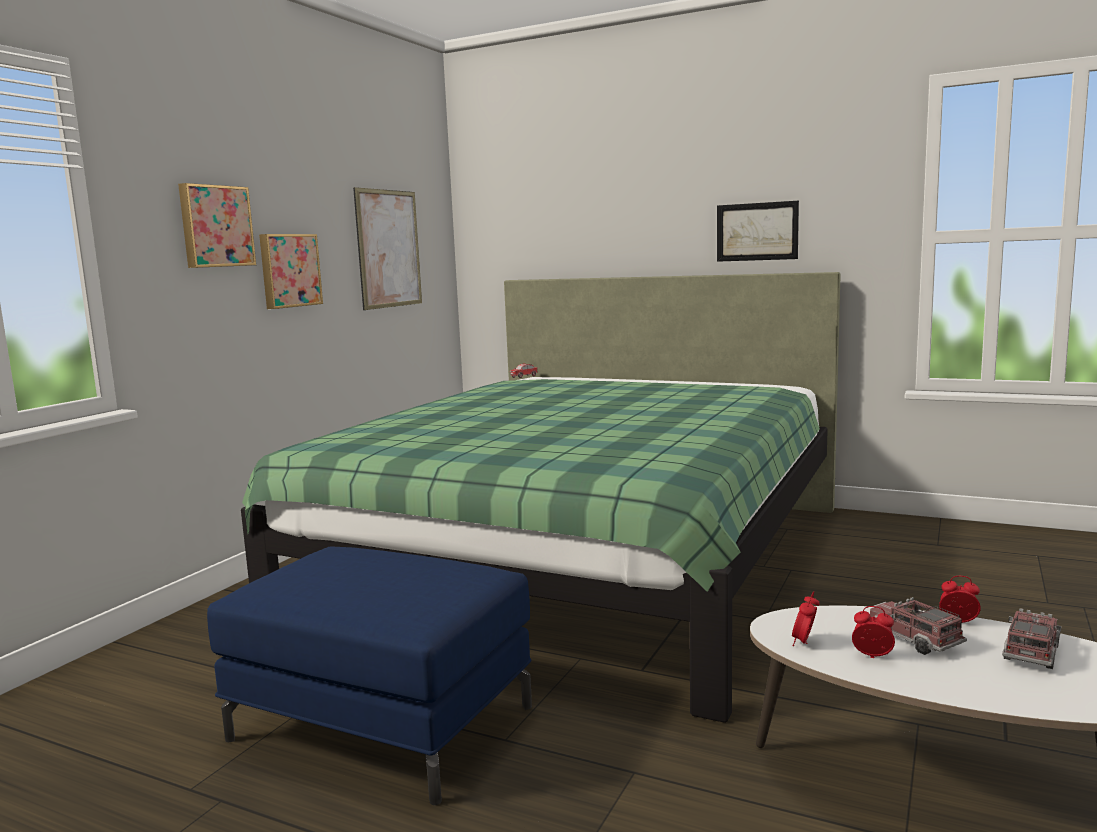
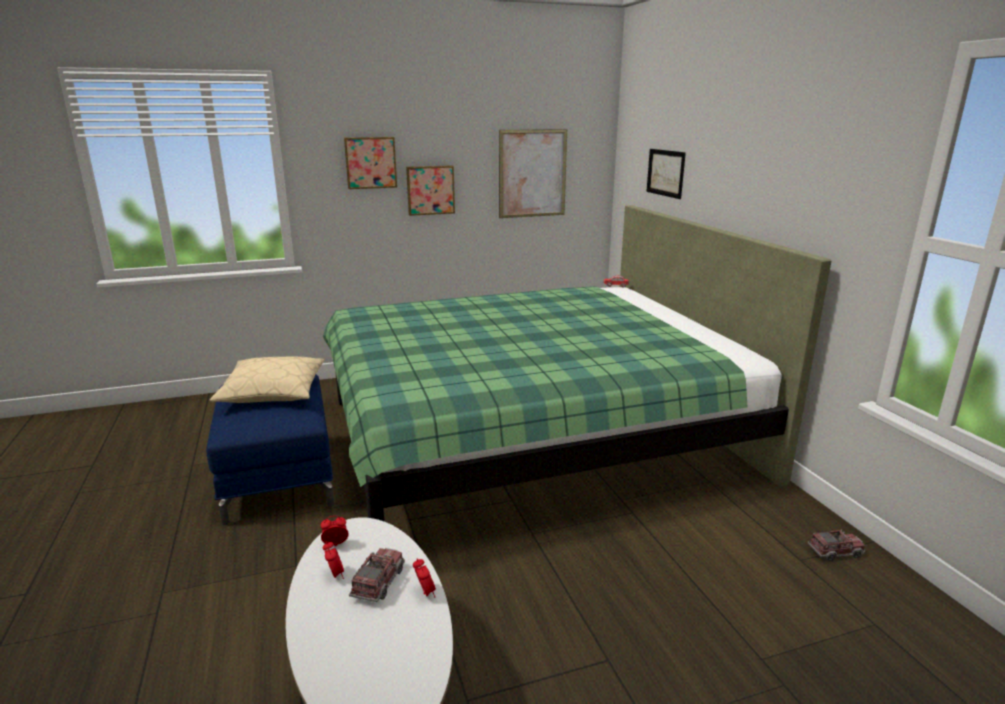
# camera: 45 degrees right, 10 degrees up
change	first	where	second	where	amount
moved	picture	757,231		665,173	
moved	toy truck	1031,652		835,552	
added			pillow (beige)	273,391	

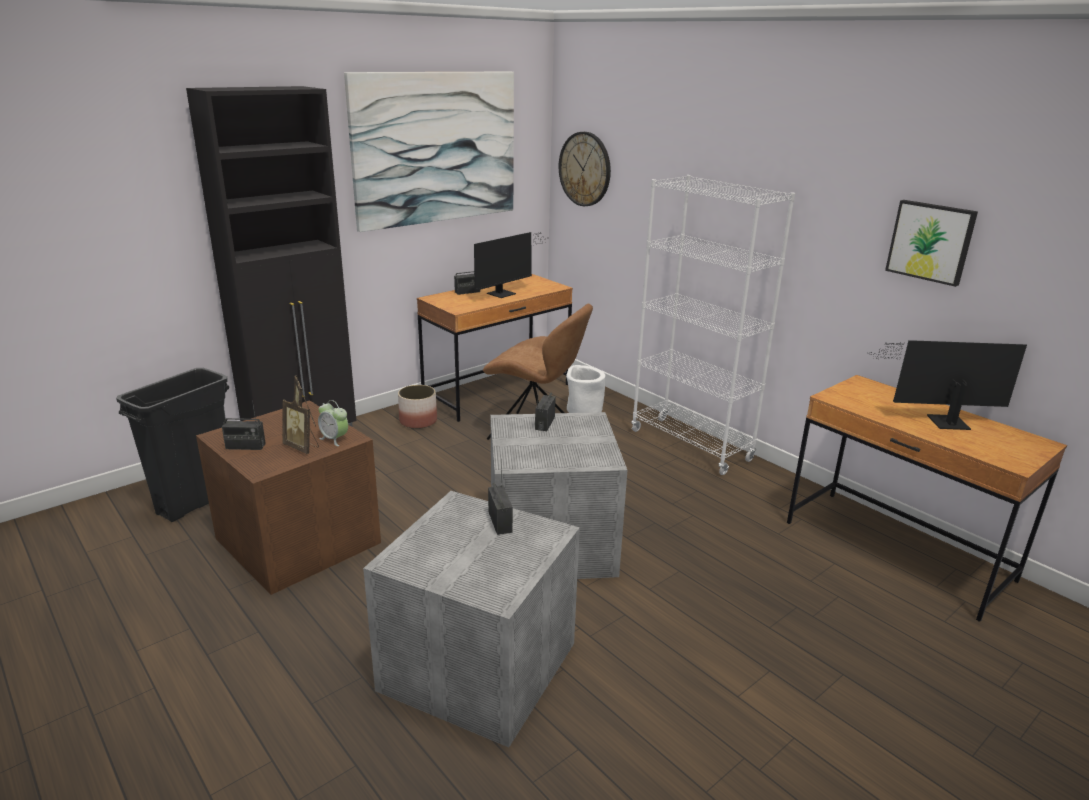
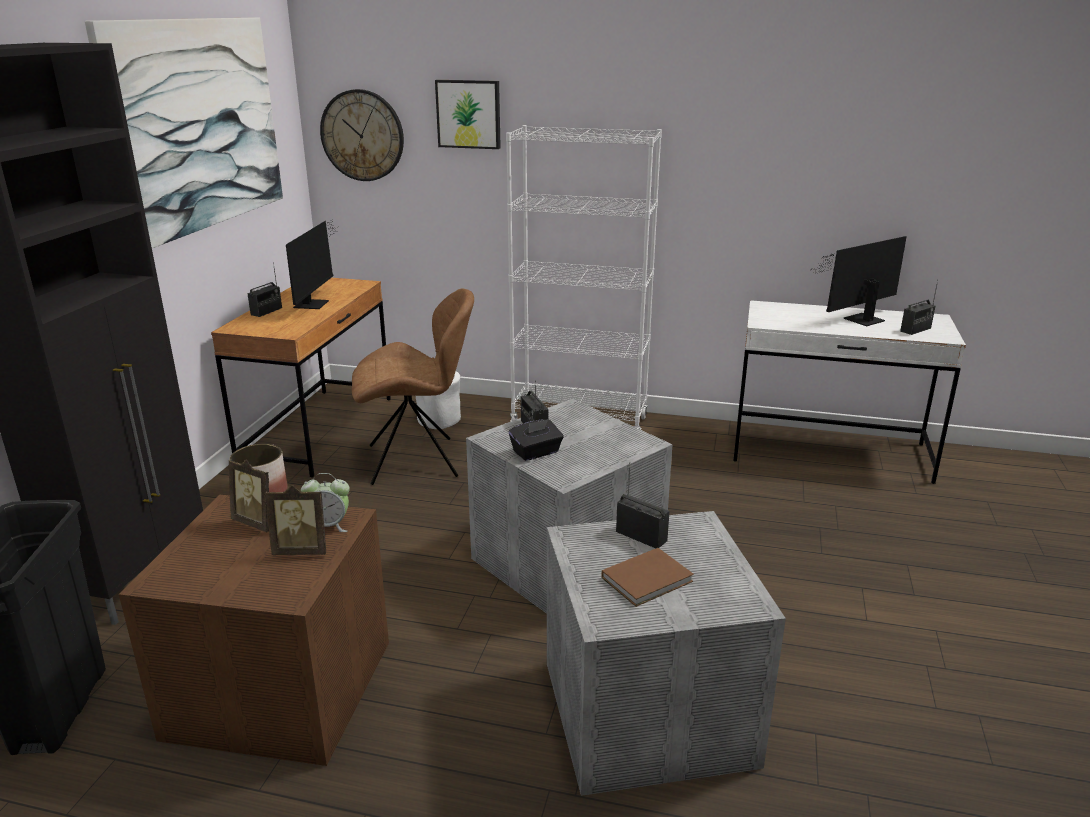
# camera: 35 degrees left, 0 degrees up
change	first	where	second	where	amount
moved	radio	245,446		915,330	
recoloured	desk (brown)	896,551	desk (white)	830,453	
moved	picture	931,241		469,114	
added			tissue box (black)	536,452	
added			book (brown)	649,579	

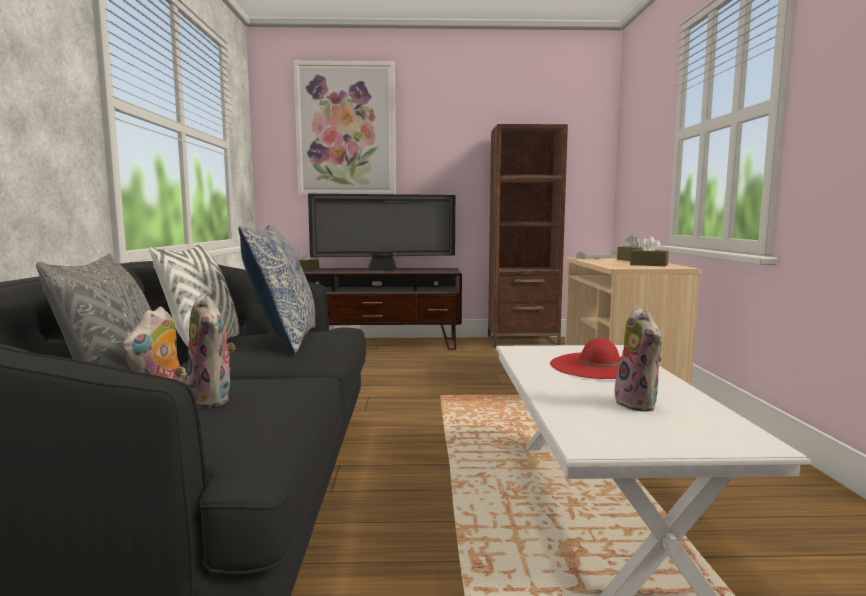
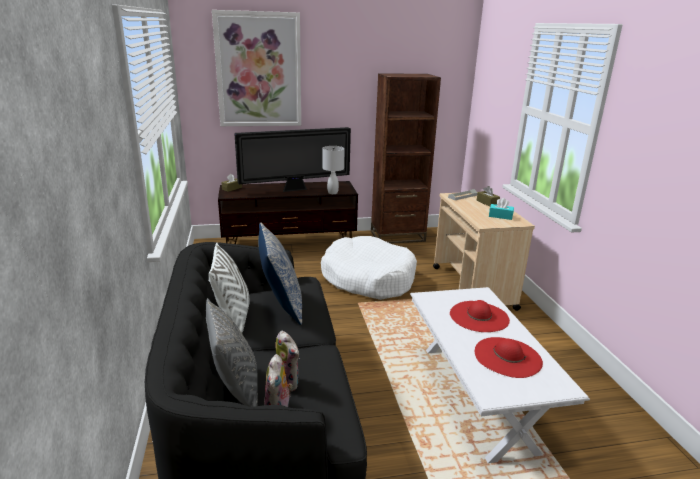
# camera: 10 degrees left, 15 degrees up
change	first	where	second	where	amount
replaced	plush toy	639,404	hat (red)	507,357	
recoloured	tissue box (brown)	649,265	tissue box (turquoise)	500,216	
added			dog bed (white)	368,278	
added			table lamp (white)	332,192	

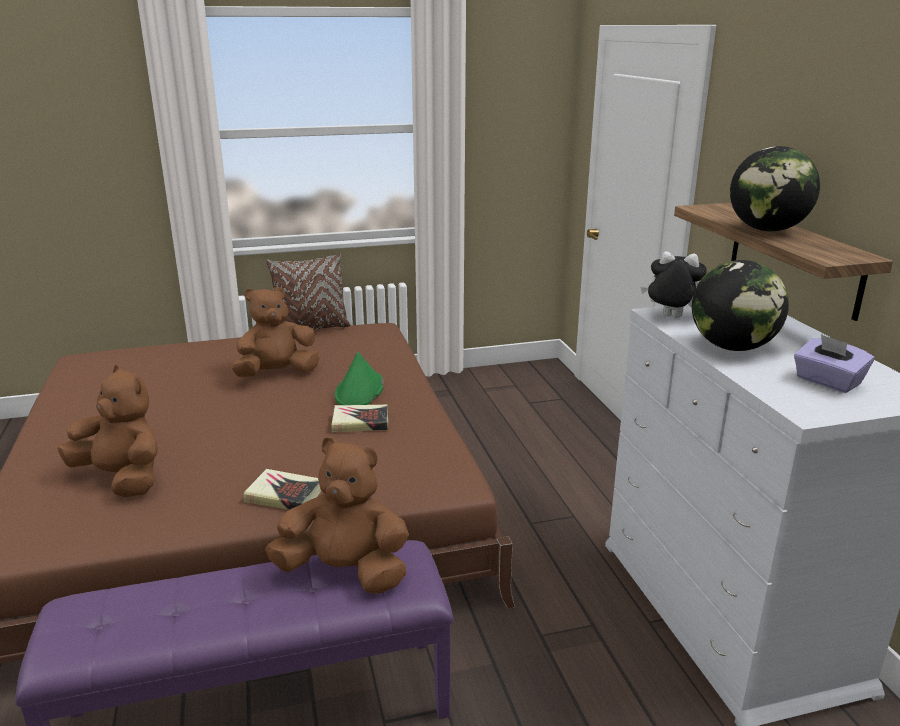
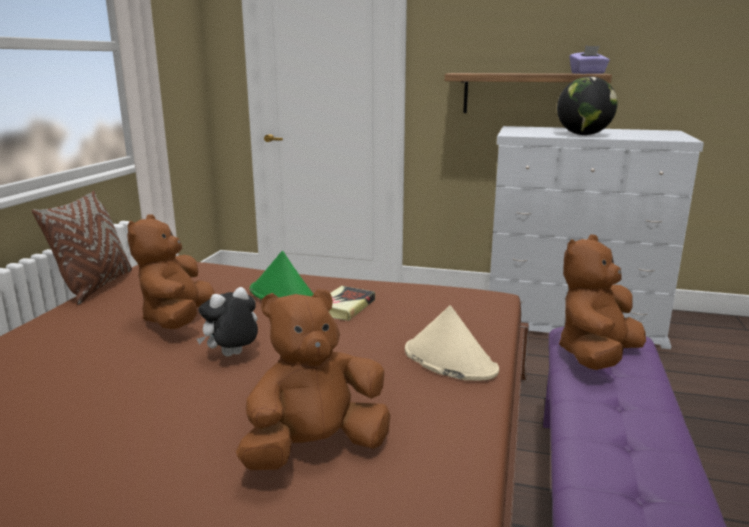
# camera: 60 degrees left, 5 degrees down
change	first	where	second	where	amount
replaced	book	284,495	hat (beige)	449,360	
moved	plush toy	669,317		232,356	
removed	globe	767,230			
moved	tissue box (purple)	827,382		588,73	

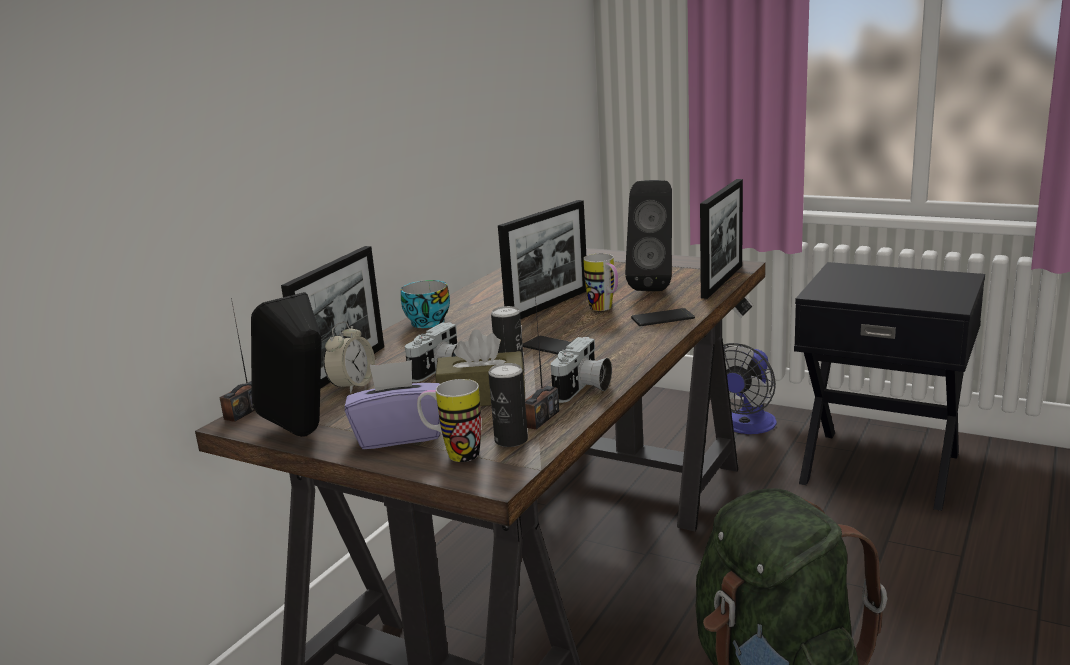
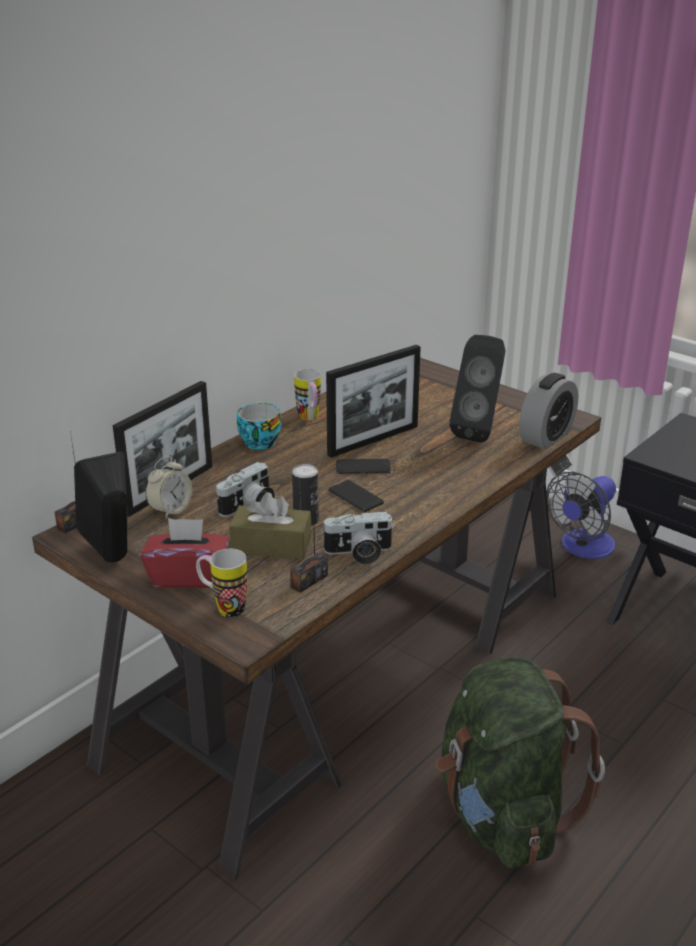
# camera: 10 degrees right, 10 degrees up
change	first	where	second	where	amount
recoloured	tissue box (purple)	399,435	tissue box (red)	188,576	
removed	can	511,440			
turned	photo camera	583,389		359,554	45 degrees clockwise
moved	mug	605,309		310,419	
moved	phone	662,318		363,467	
replaced	picture frame	722,281	alarm clock	546,437	

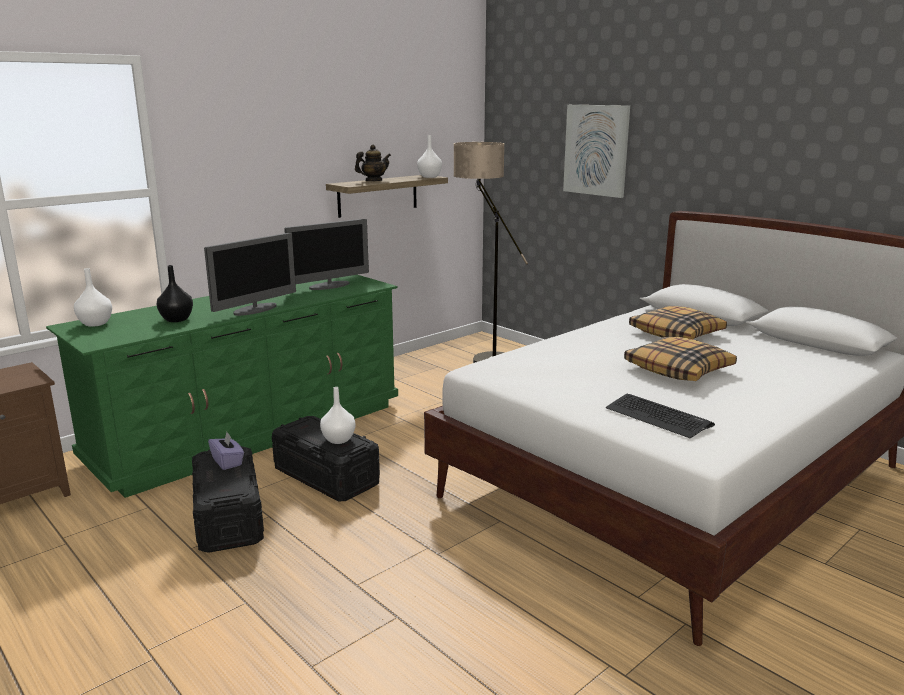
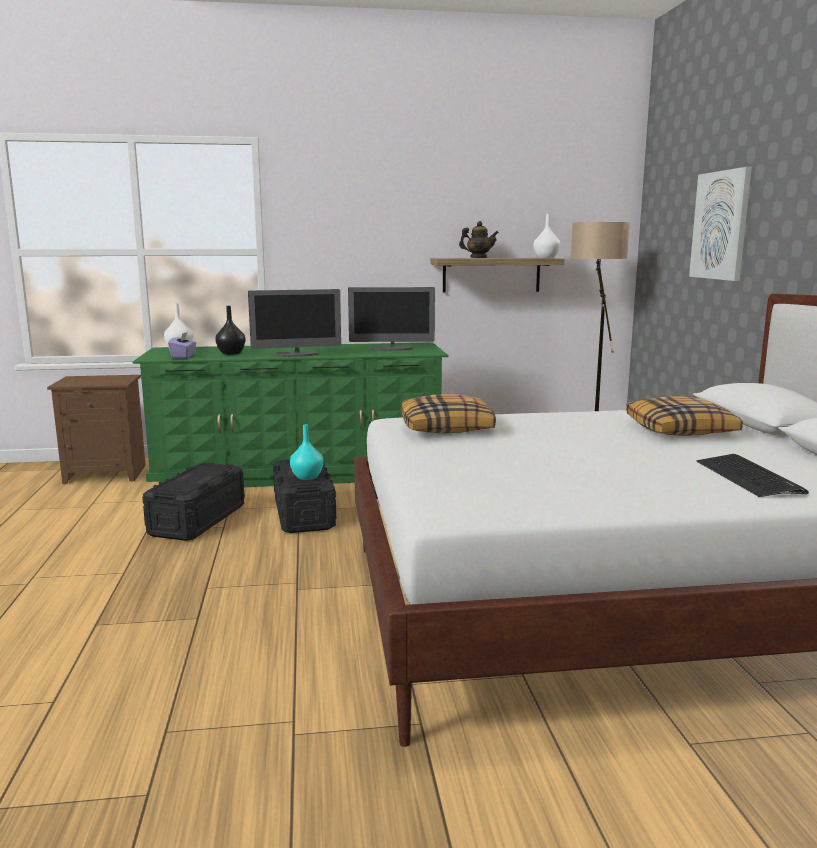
# camera: 35 degrees right, 5 degrees down
change	first	where	second	where	amount
moved	tissue box (purple)	227,462		183,356	
recoloured	vase (white)	339,440	vase (turquoise)	307,477	
moved	keyboard	658,417		748,477	
moved	pillow	679,369		447,427	

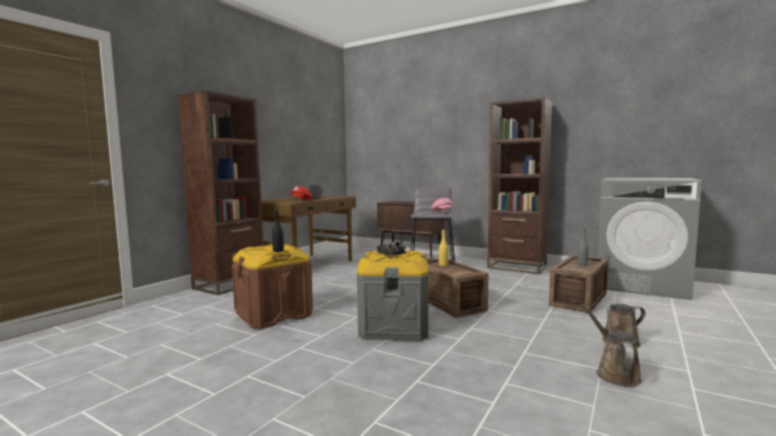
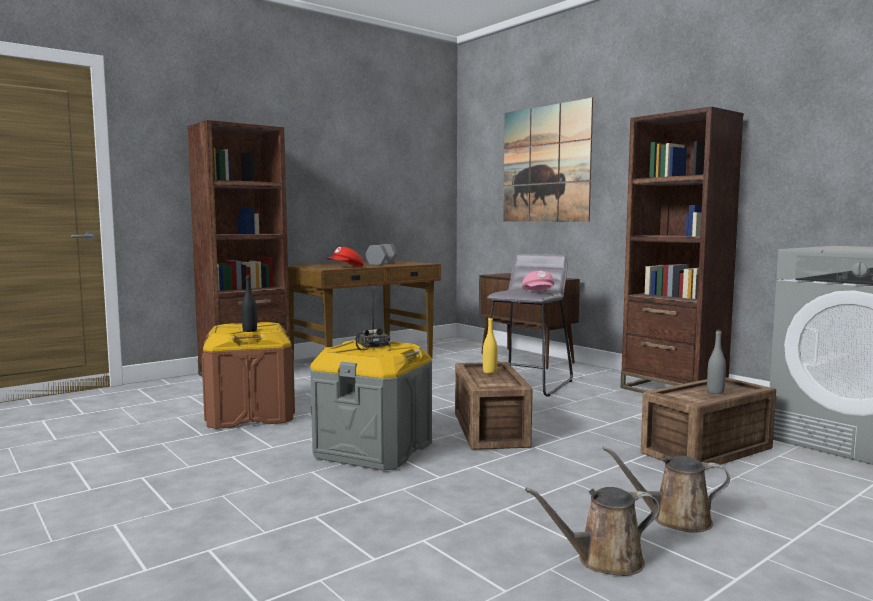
# camera: 20 degrees right, 0 degrees up
change	first	where	second	where	amount
turned	watering can (brown)	617,374		604,561	135 degrees counterclockwise
added			picture	545,164	

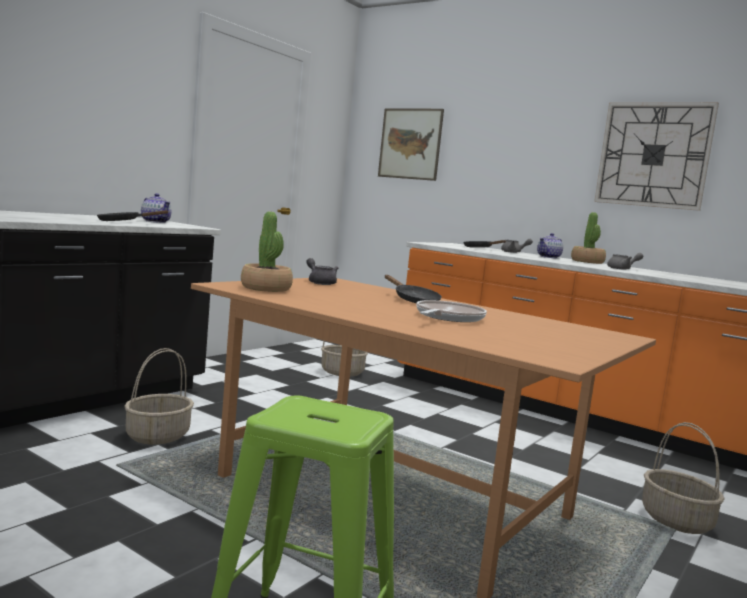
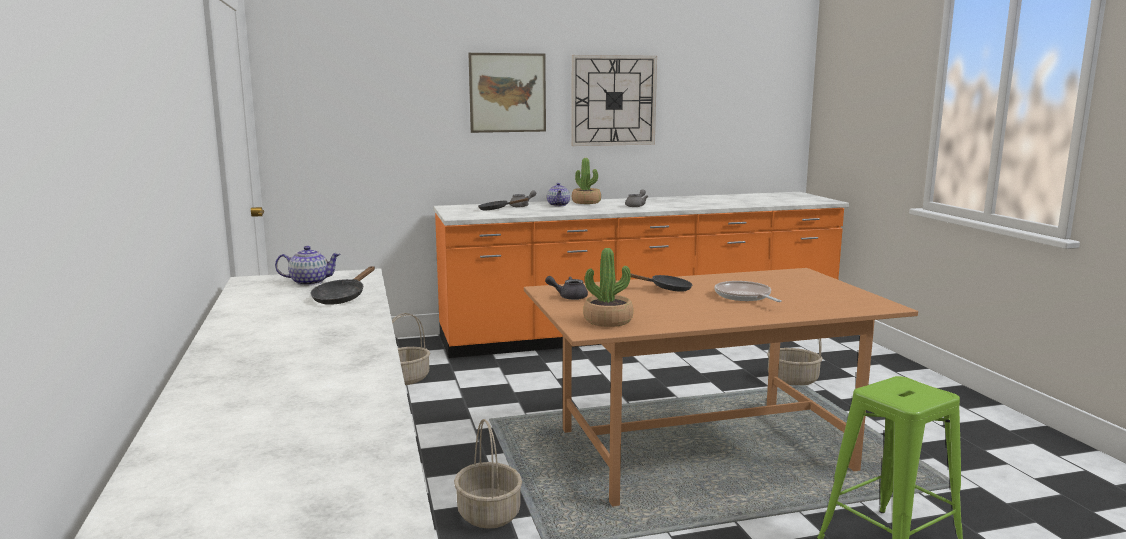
# camera: 50 degrees left, 5 degrees up
change	first	where	second	where	amount
moved	picture	410,144		507,93	

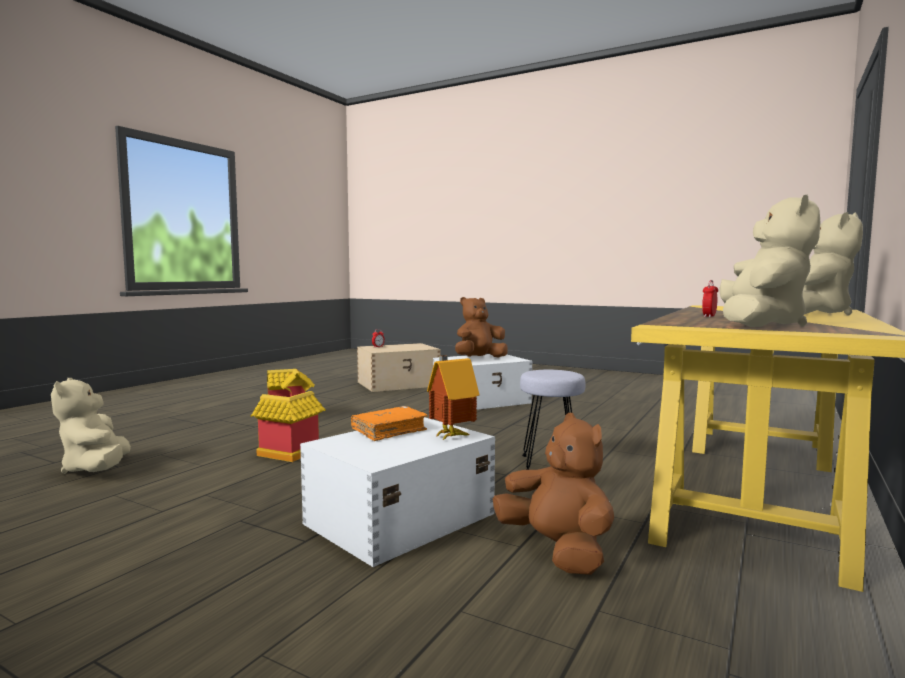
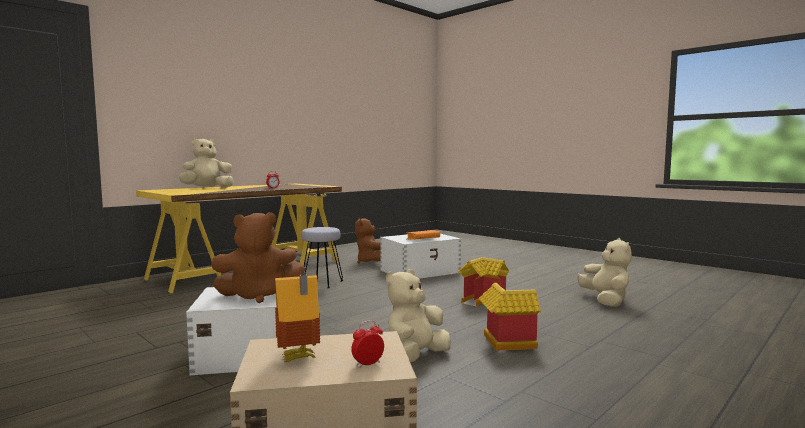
# camera: 165 degrees left, 0 degrees up
change	first	where	second	where	amount
moved	toy house	451,436		299,359	
moved	plush toy (beige)	760,325		415,358	

